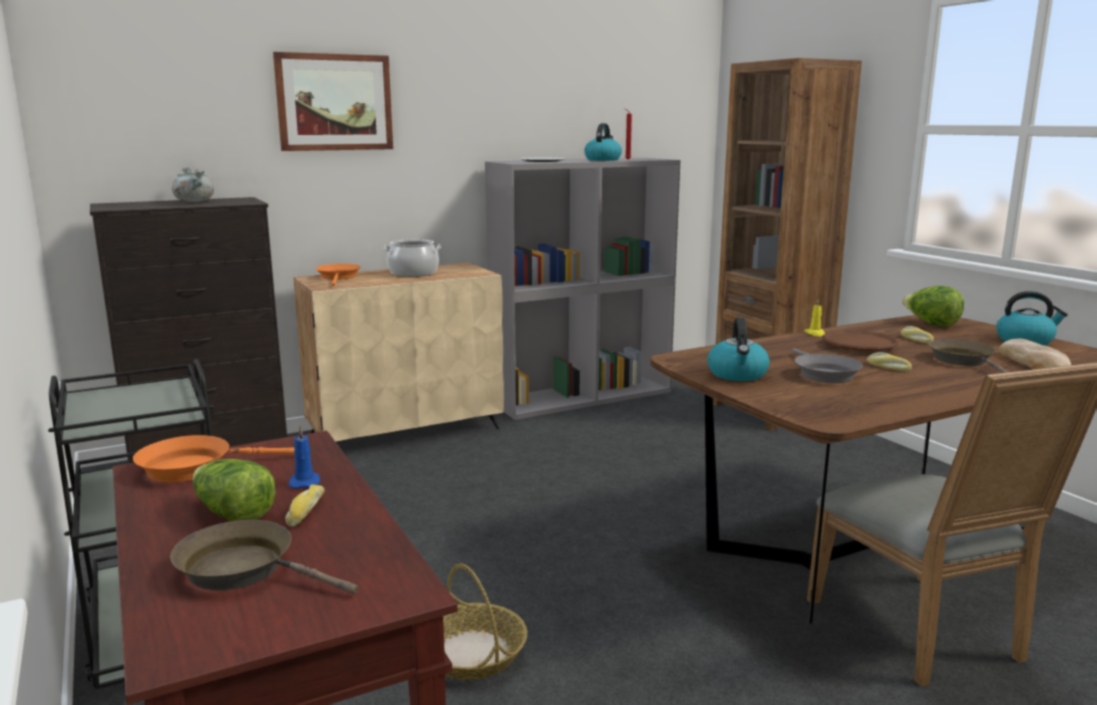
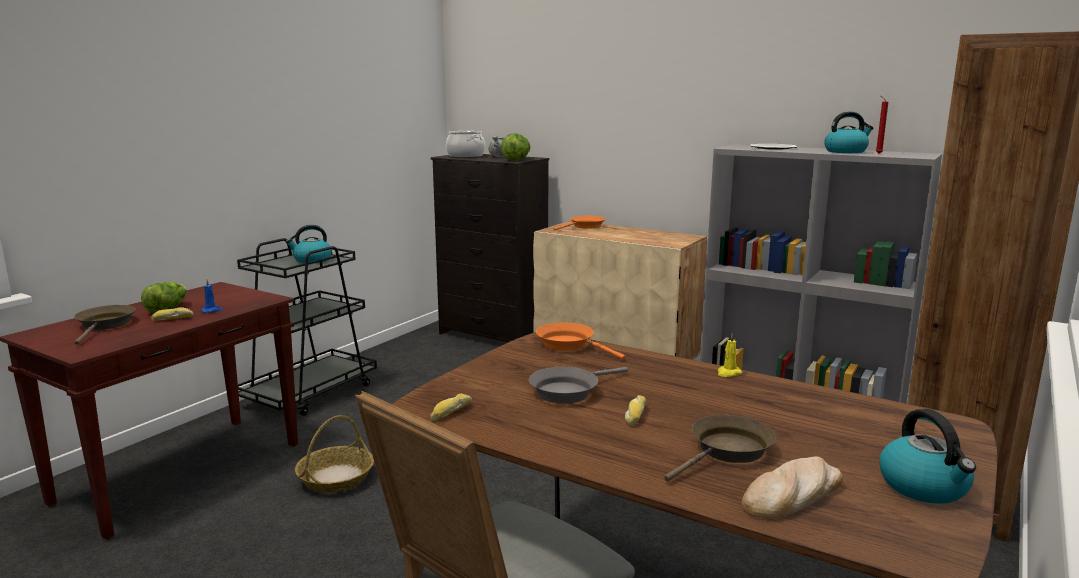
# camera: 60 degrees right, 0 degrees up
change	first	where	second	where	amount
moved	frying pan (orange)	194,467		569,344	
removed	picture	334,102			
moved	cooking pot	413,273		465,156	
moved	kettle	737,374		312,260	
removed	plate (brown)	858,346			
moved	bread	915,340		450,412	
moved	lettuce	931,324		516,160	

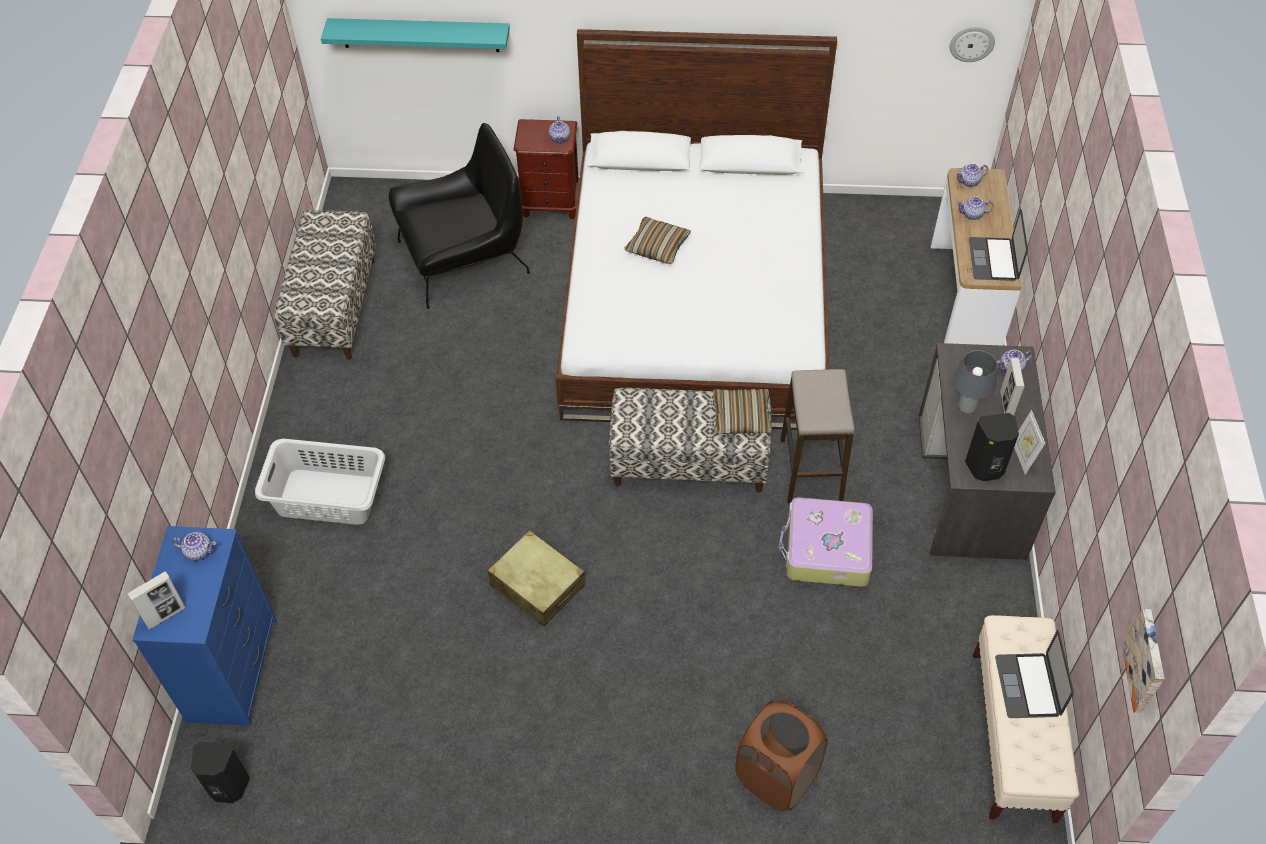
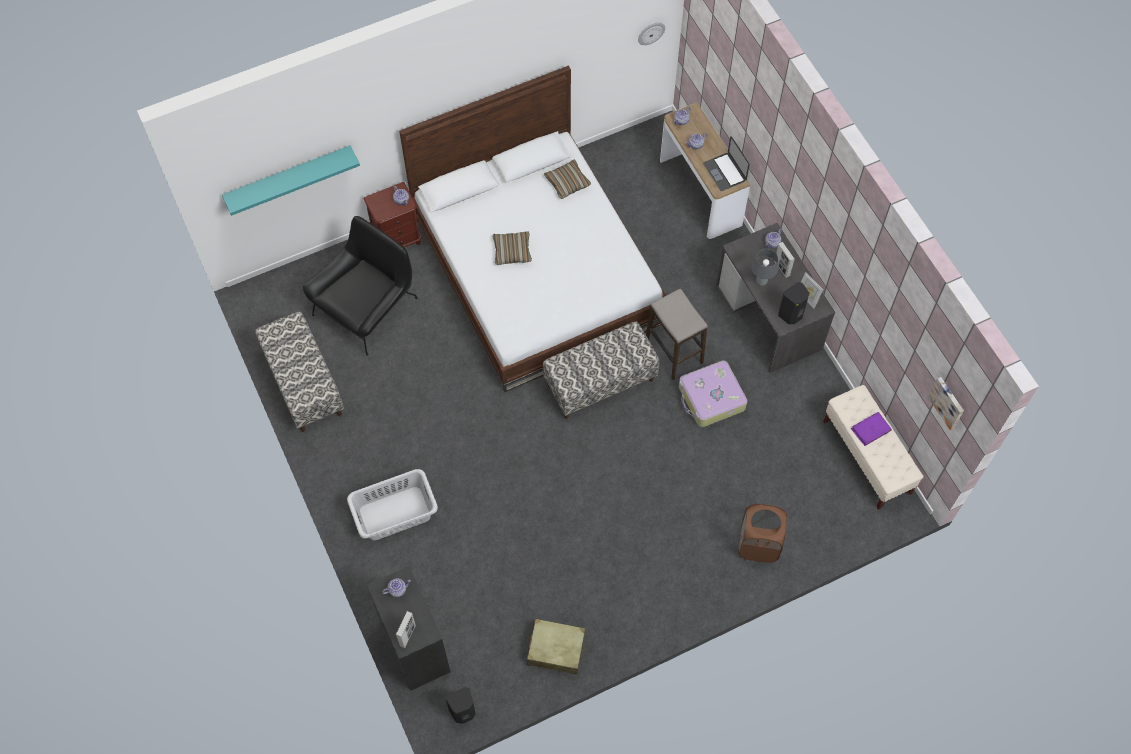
# camera: 30 degrees left, 10 degrees up
change	first	where	second	where	amount
recoloured	dresser (blue)	233,670	dresser (black)	416,647	
moved	suitcase (beige)	537,585		555,649	
moved	pillow	741,417		567,183	
replaced	laptop	1028,686	book (purple)	870,430	

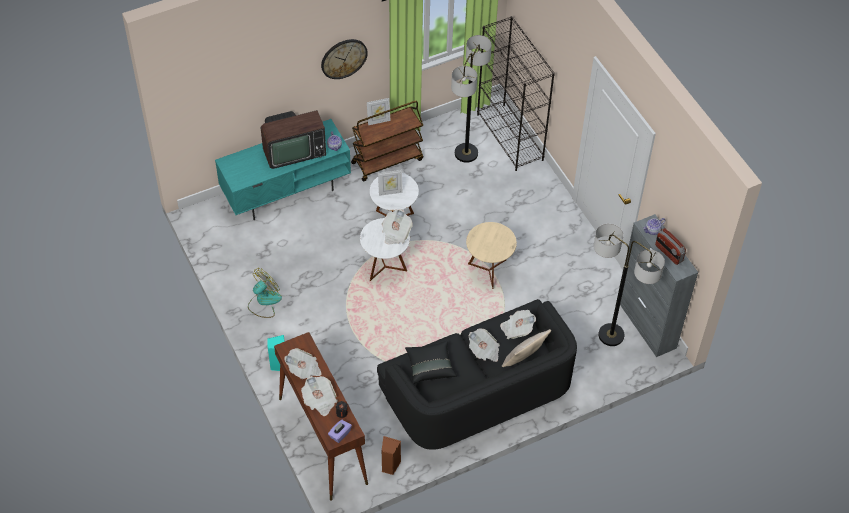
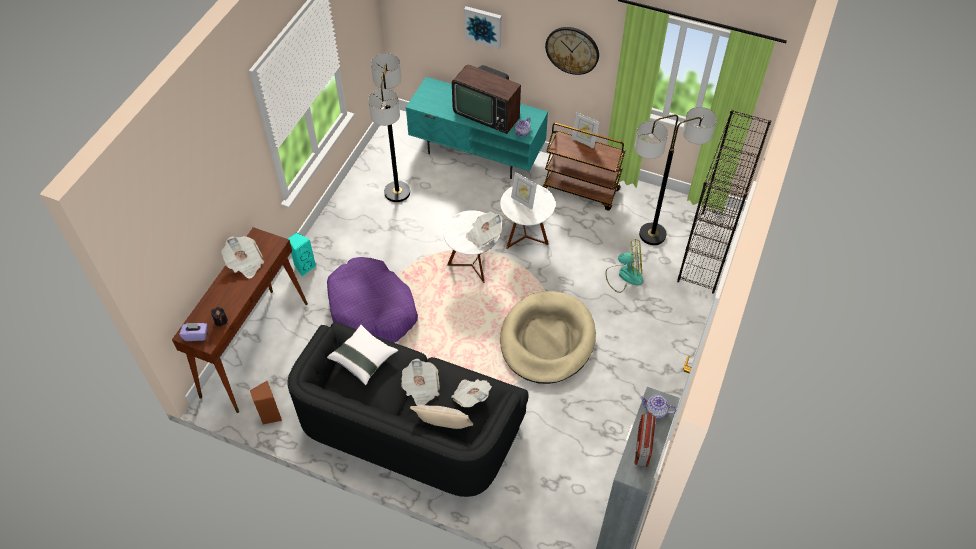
# camera: 50 degrees right, 0 degrees up
change	first	where	second	where	amount
moved	fan	264,301		624,275	
removed	newspaper	319,401			
recoloured	pillow (black)	430,366	pillow (white)	364,359	
replaced	side table (beige)	488,271	dog bed (beige)	547,340	
moved	floor lamp	611,335		397,192	
added			dog bed (purple)	372,309	
added			picture	483,26	

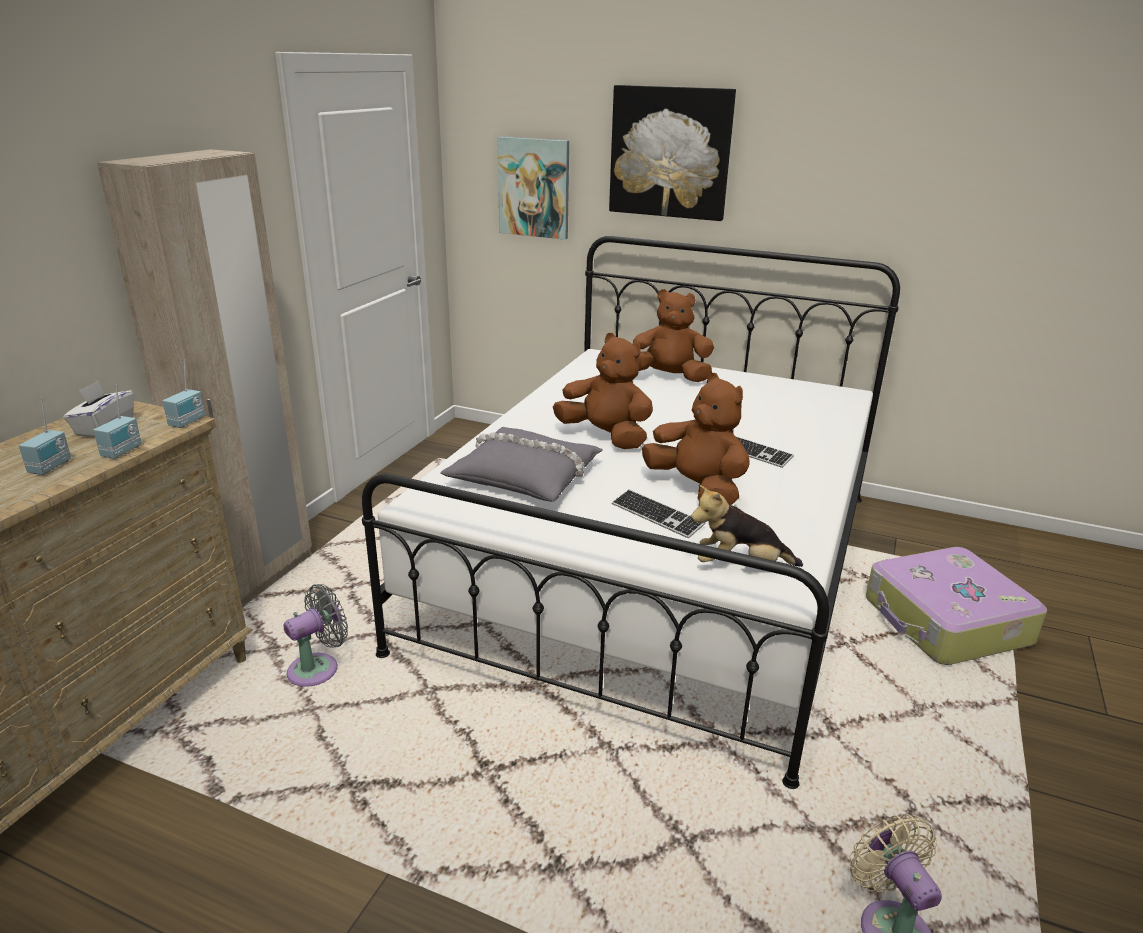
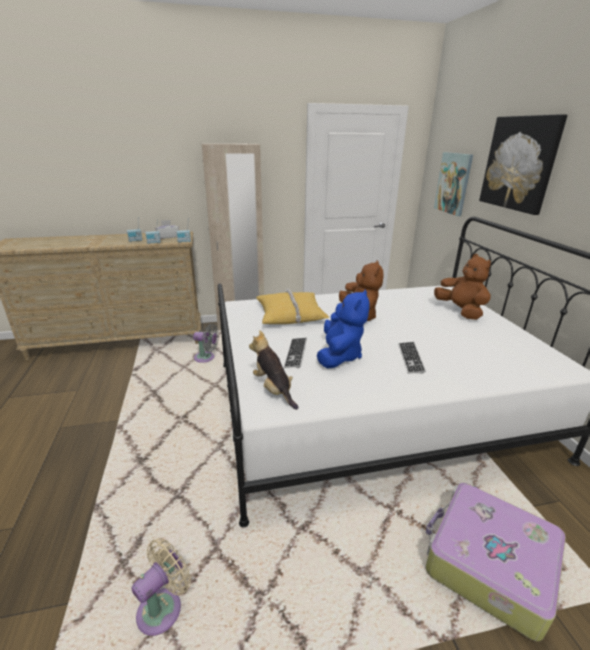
# camera: 55 degrees right, 0 degrees up
change	first	where	second	where	amount
recoloured	pillow (grey)	525,476	pillow (yellow)	290,314	
recoloured	plush toy (brown)	697,489	plush toy (blue)	339,356	

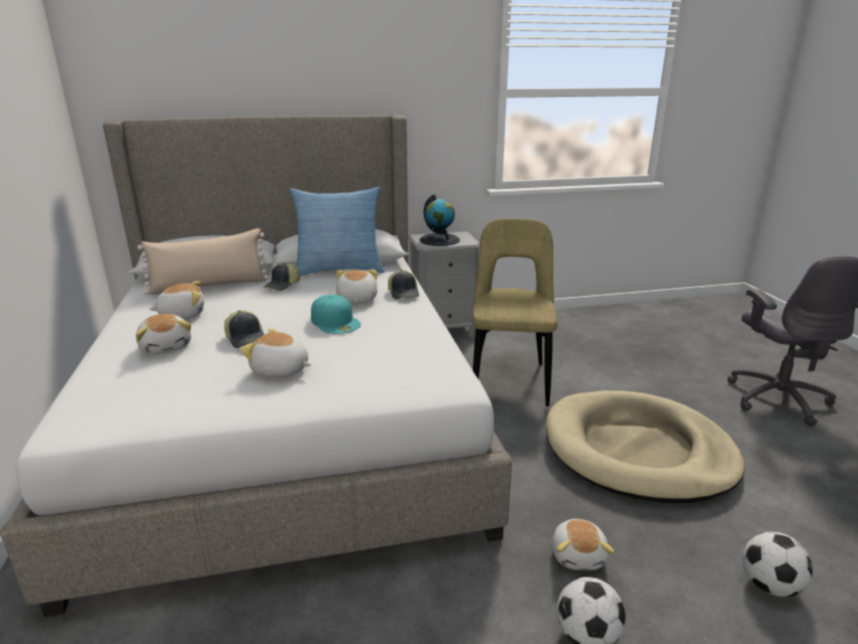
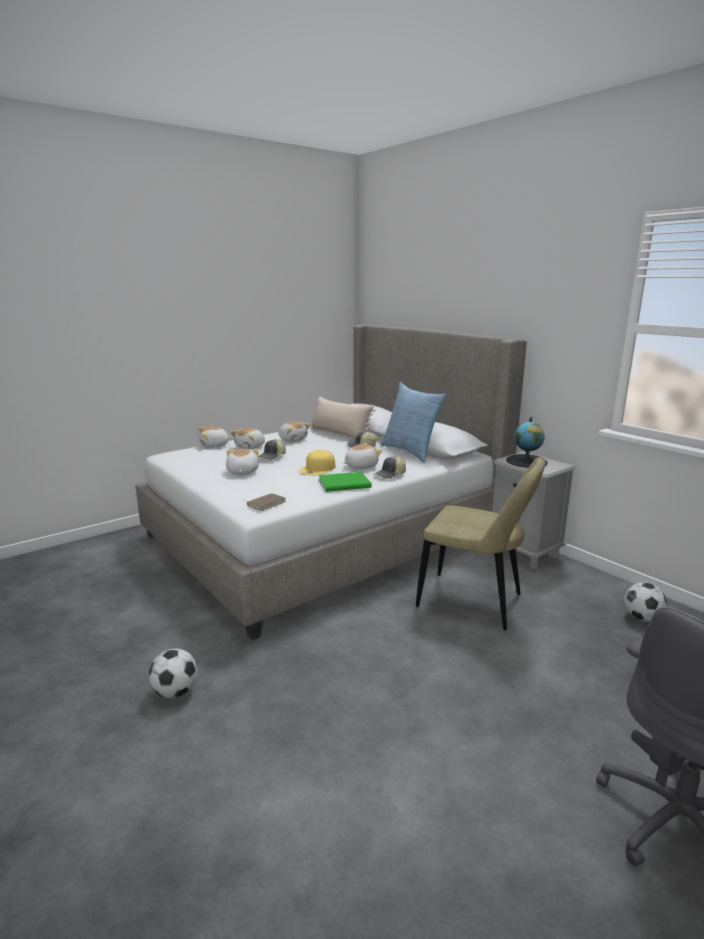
# camera: 65 degrees right, 5 degrees down
change	first	where	second	where	amount
recoloured	cap (turquoise)	336,322	cap (yellow)	318,468	
turned	chair (beige)	509,379		474,602	45 degrees clockwise
removed	dog bed (beige)	638,451			
moved	plush toy	579,555		214,445	
moved	football	769,585		642,618	
added			book (brown)	265,503	
added			book (green)	346,484	

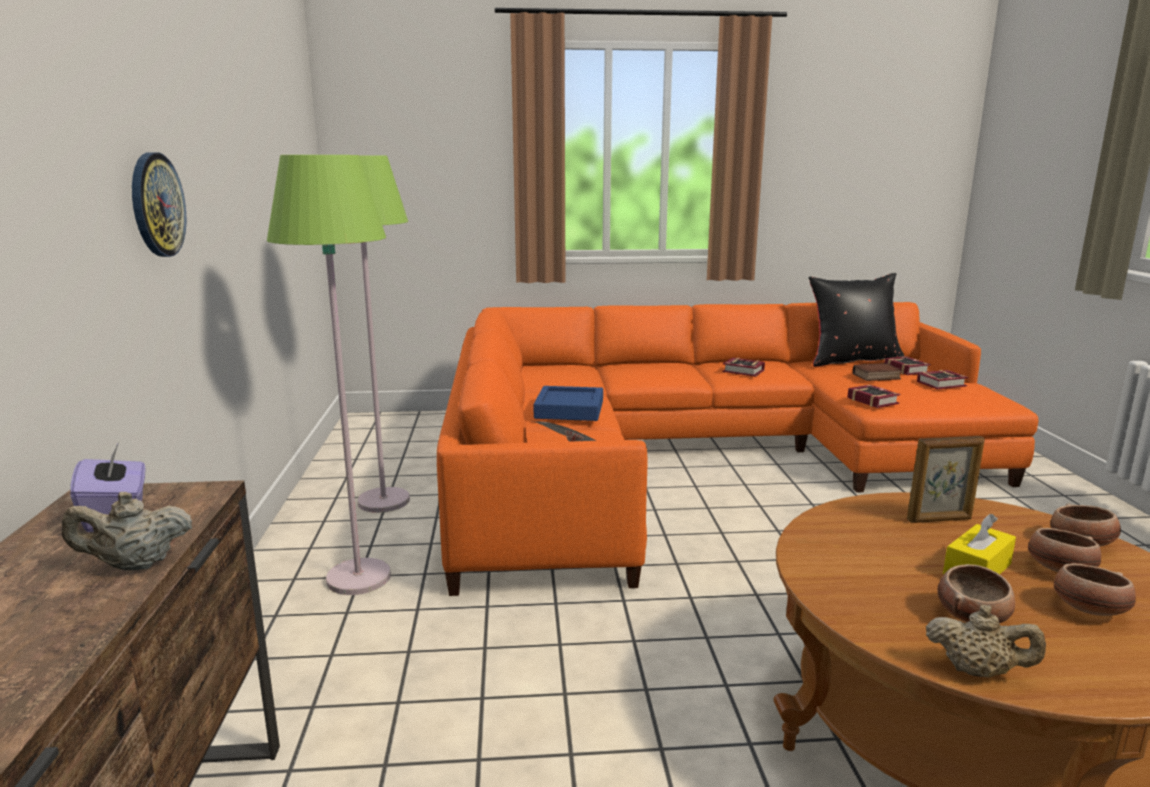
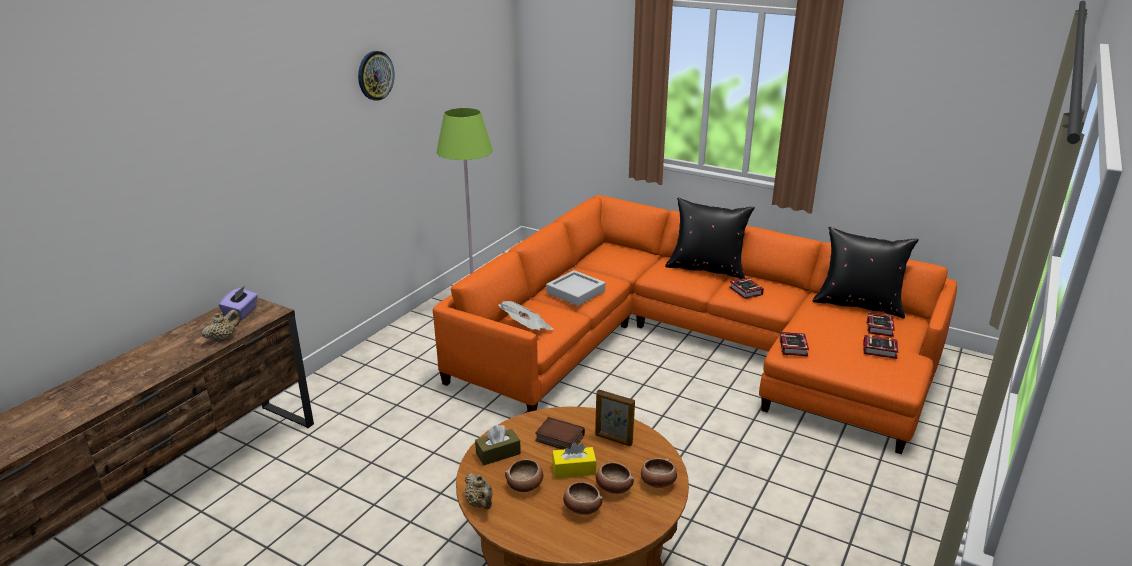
# camera: 35 degrees right, 10 degrees up
change	first	where	second	where	amount
turned	teapot (beige)	135,565		223,338	105 degrees clockwise
moved	wall clock	156,205		375,75	
removed	floor lamp (green)	358,578			
recoloured	tray (blue)	569,410	tray (grey)	575,292	
moved	book	876,377		558,439	
added			tissue box (brown)	498,453	
added			pillow (black)	706,269	

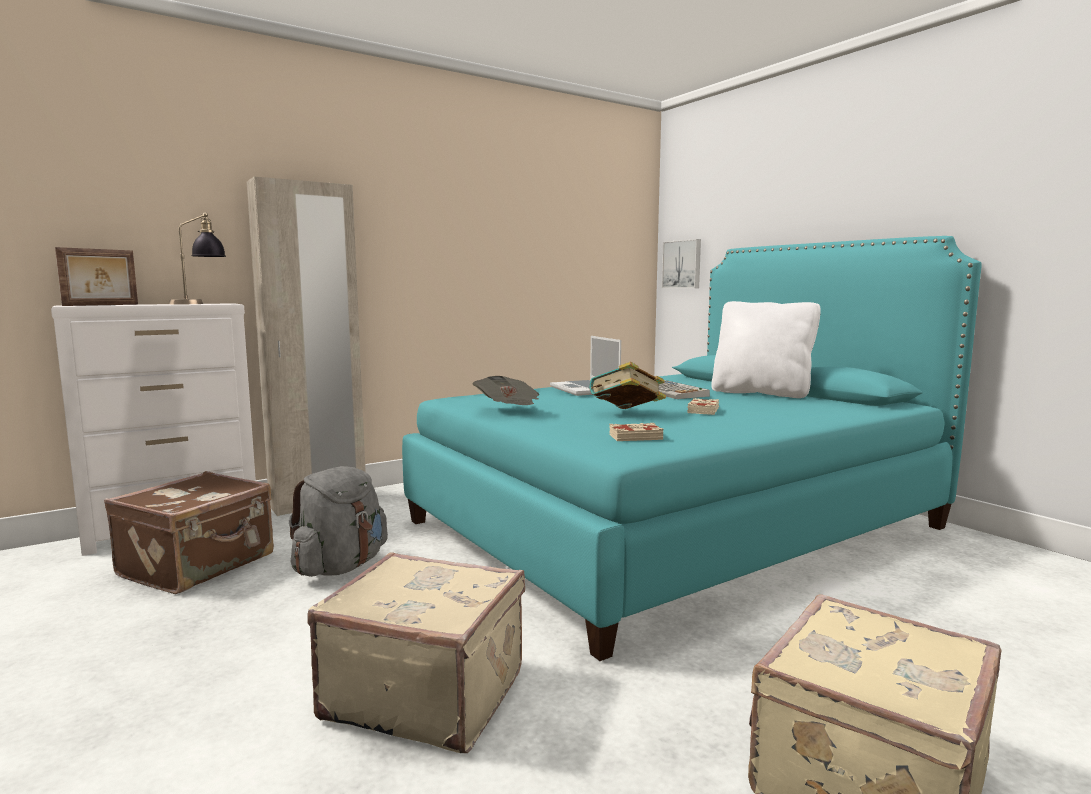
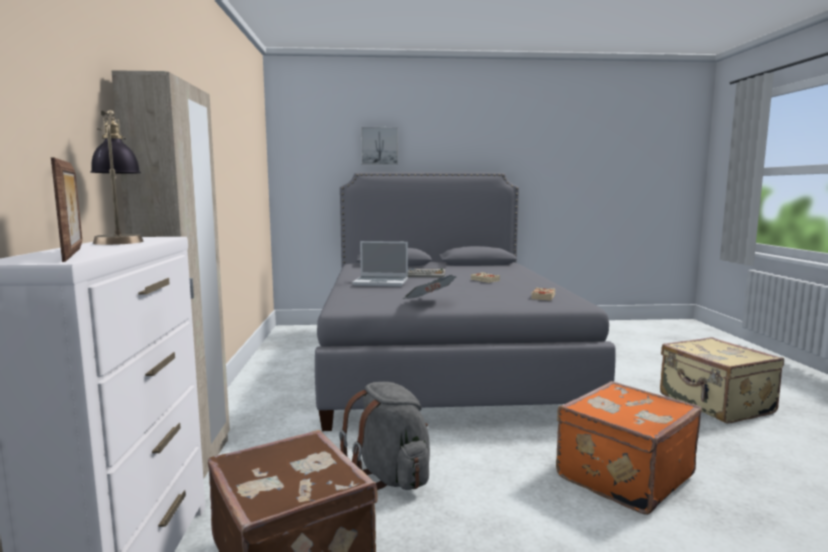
# camera: 60 degrees left, 0 degrees up
change	first	where	second	where	amount
recoloured	suitcase (beige)	426,693	suitcase (orange)	621,475	
recoloured	bed (turquoise)	675,524	bed (grey)	441,362	
removed	book	626,413			
moved	picture	682,264		379,146	
removed	pillow (white)	761,393			

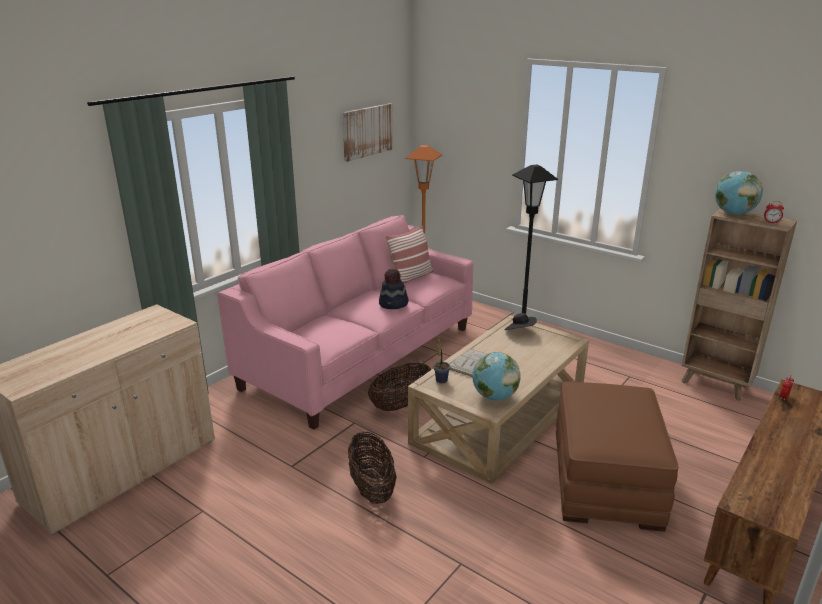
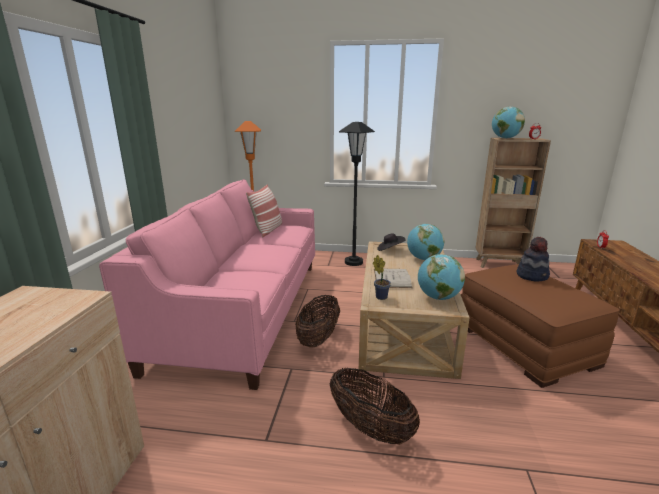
# camera: 30 degrees left, 5 degrees down
change	first	where	second	where	amount
removed	picture	367,131			
moved	hat	393,304		532,276	
added			globe	423,259	

